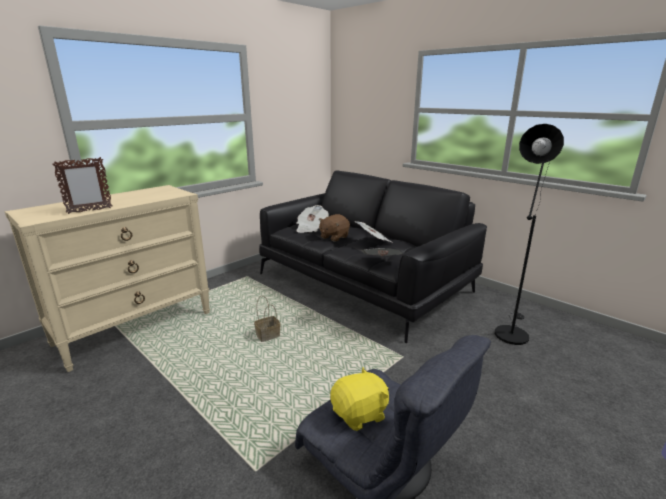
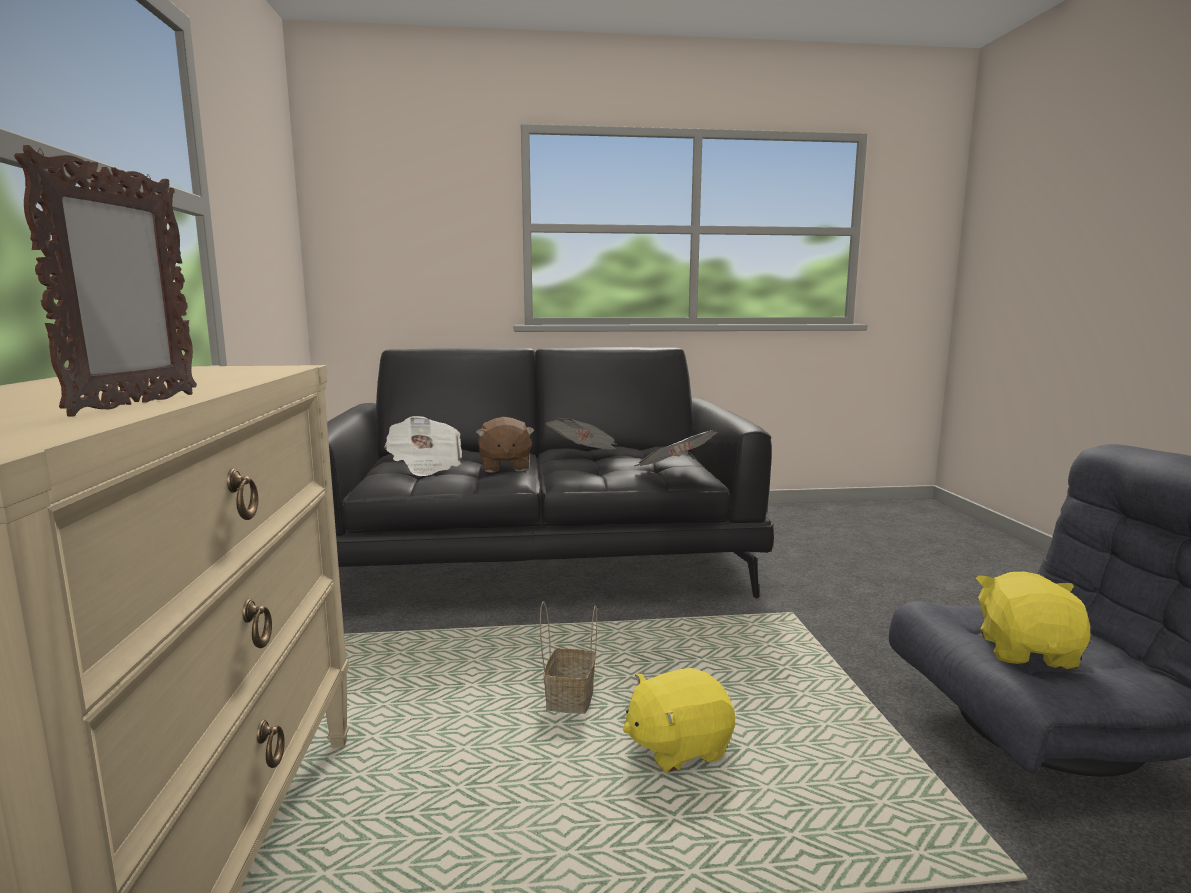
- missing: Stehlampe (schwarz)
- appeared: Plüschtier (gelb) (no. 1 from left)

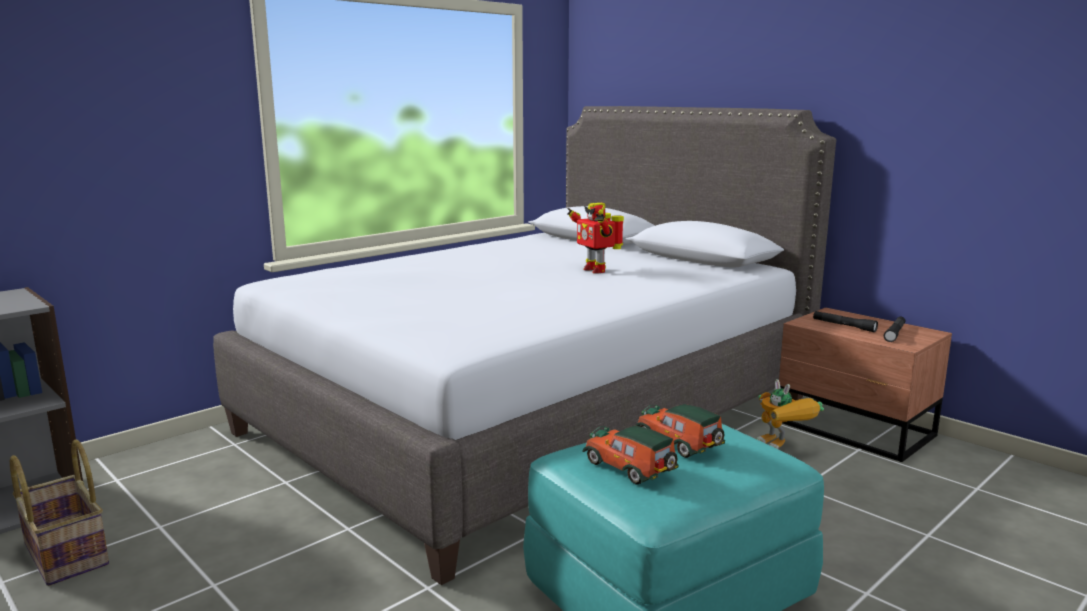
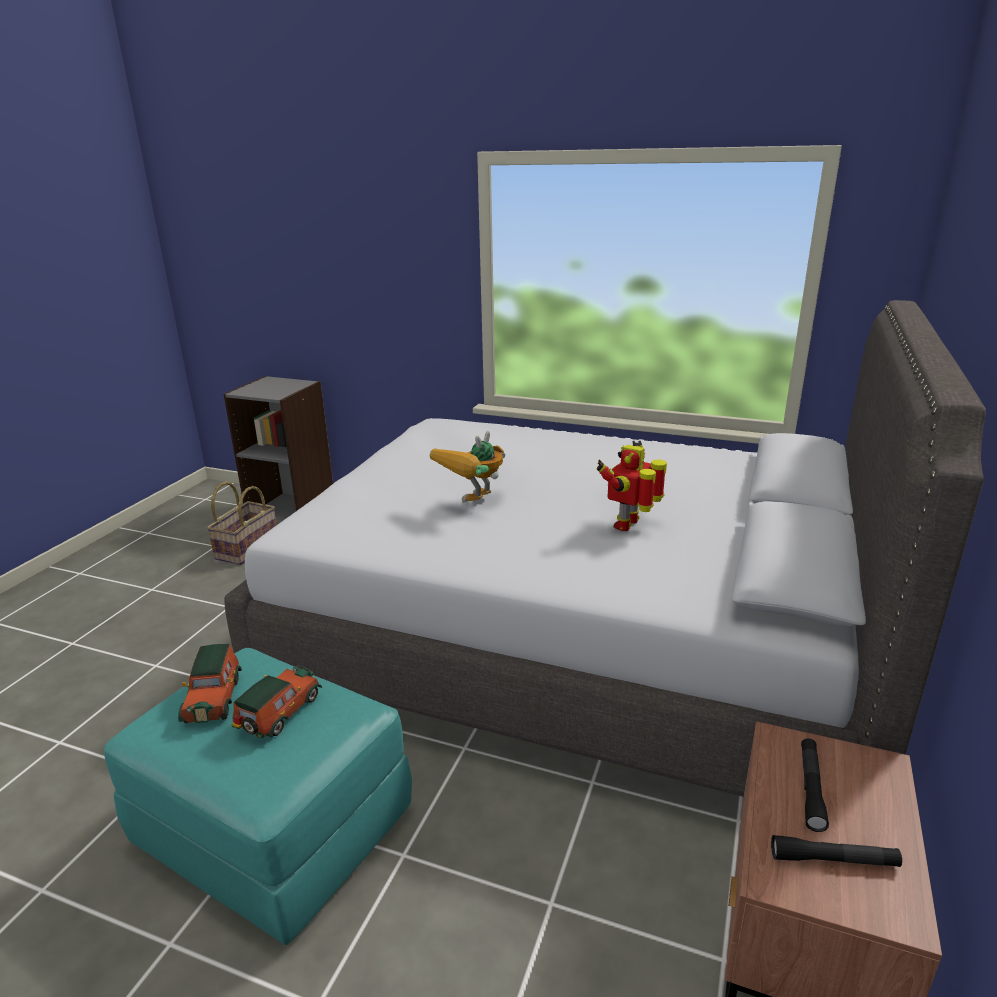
- spun: Spielzeugauto (no. 1 from left) 150 degrees clockwise
- relocated: Spielzeugroboter (no. 2 from left in the first image) to Spielzeugroboter (no. 1 from left)

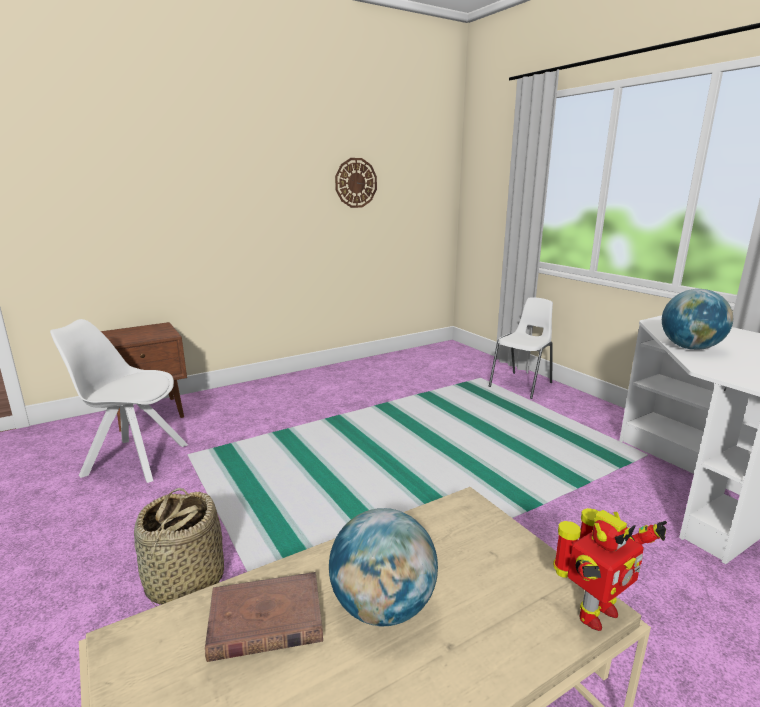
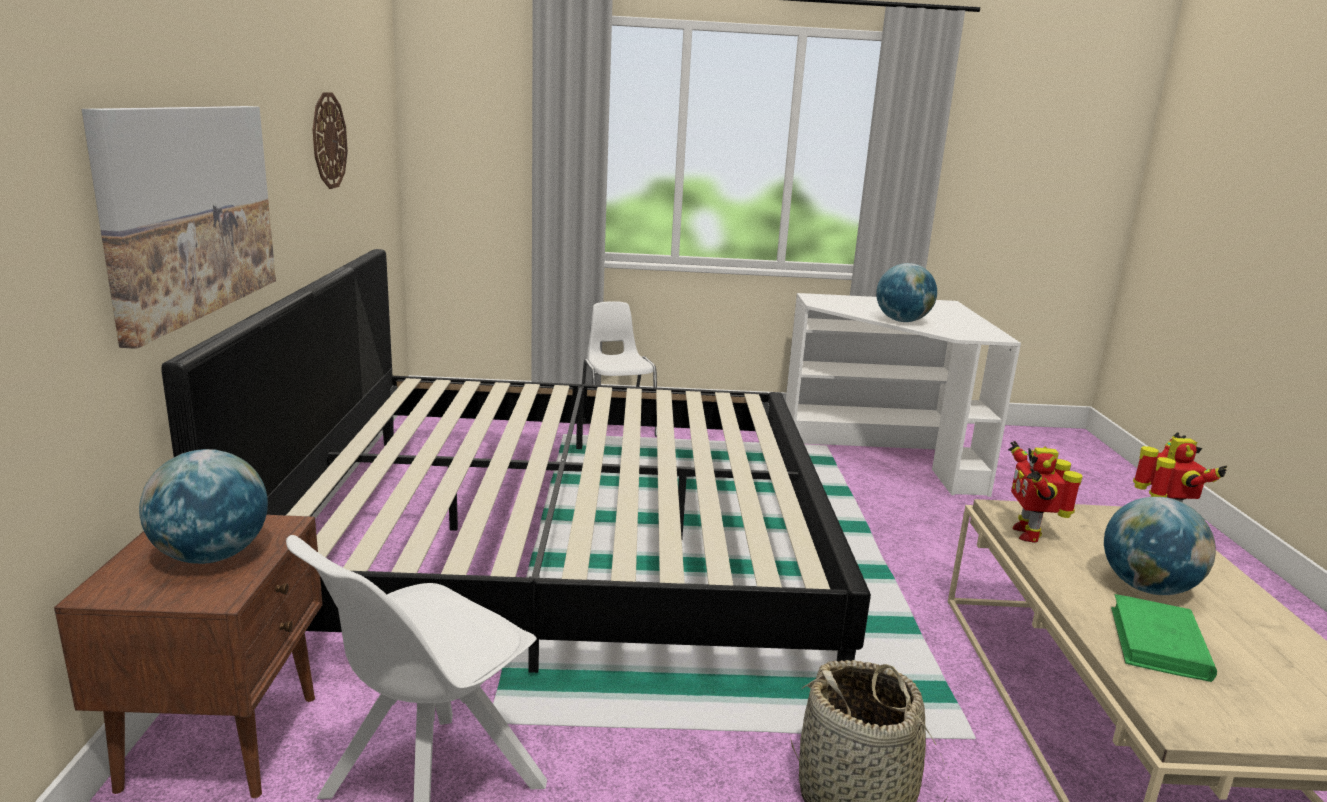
- colour: Buch (braun) to Buch (grün)
- appeared: Bild
- appeared: Globus (no. 1 from left)
- appeared: Bett
- appeared: Spielzeugroboter (no. 1 from left)

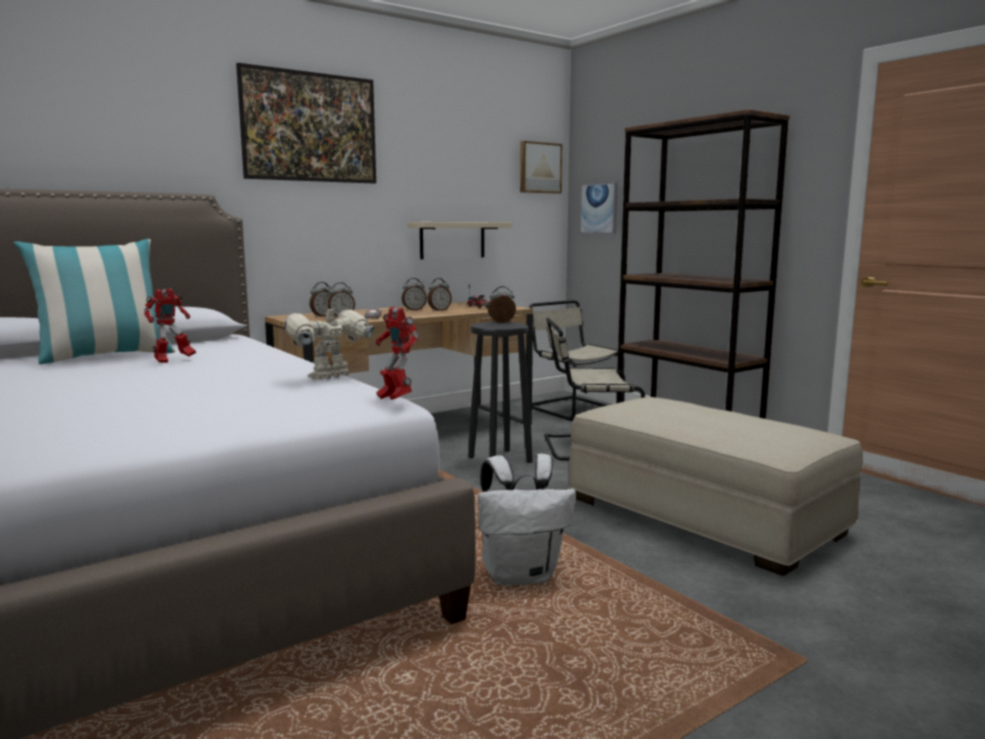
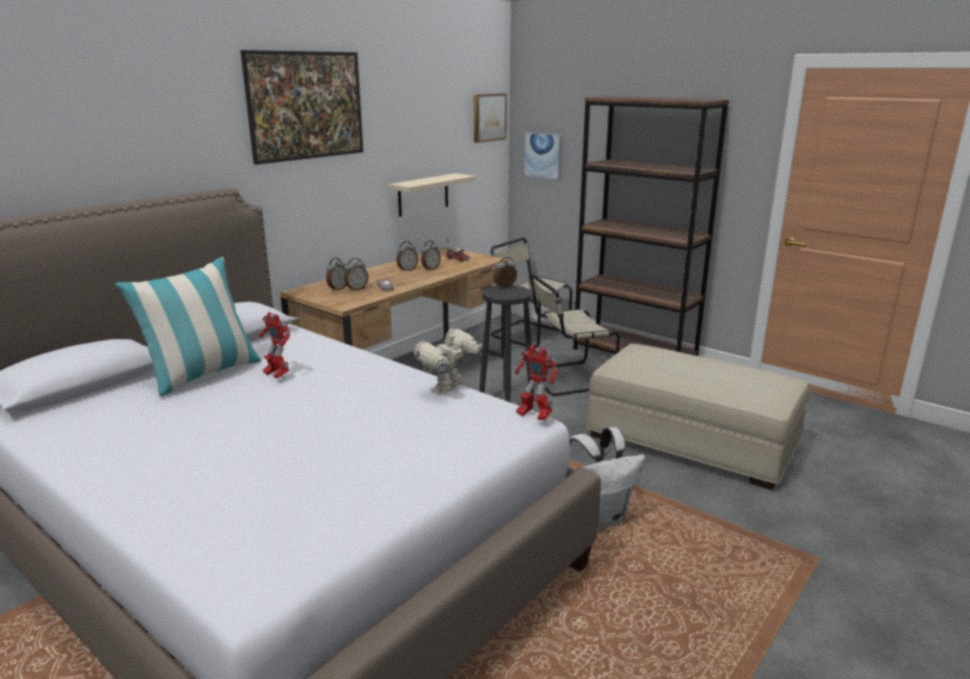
- spun: Spielzeugroboter (no. 1 from left) 105 degrees clockwise

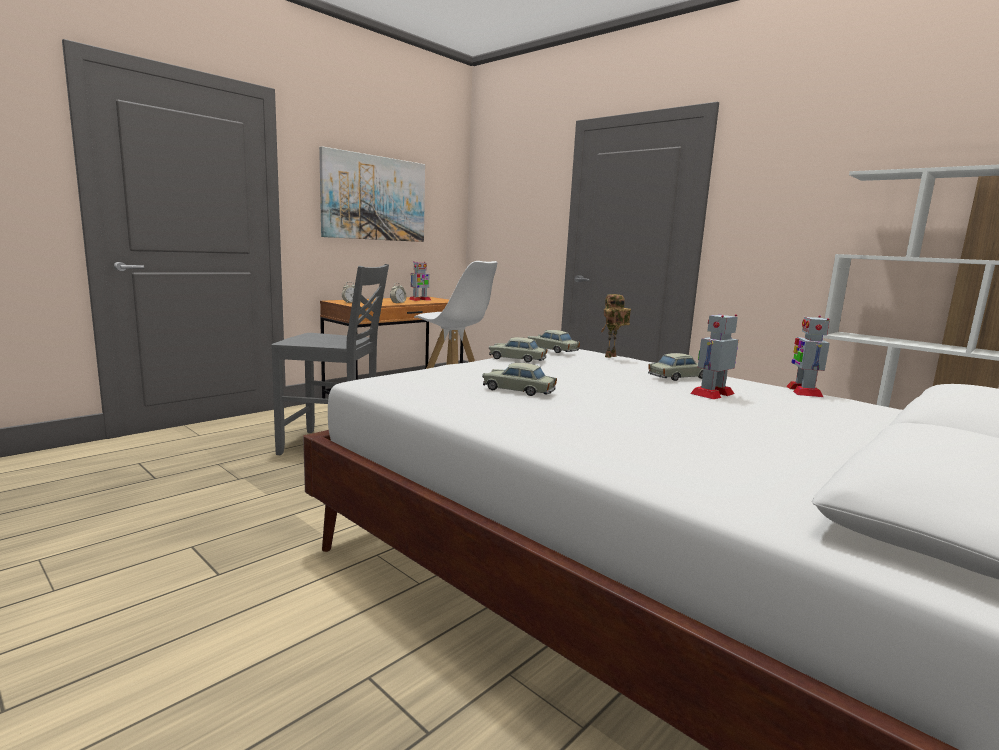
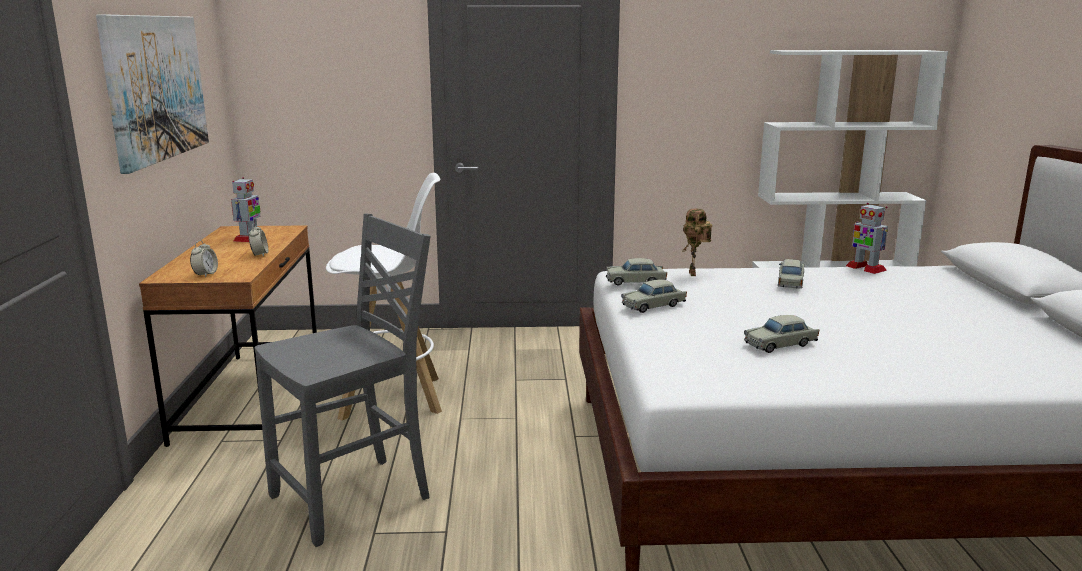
- missing: Spielzeugroboter (no. 3 from left)

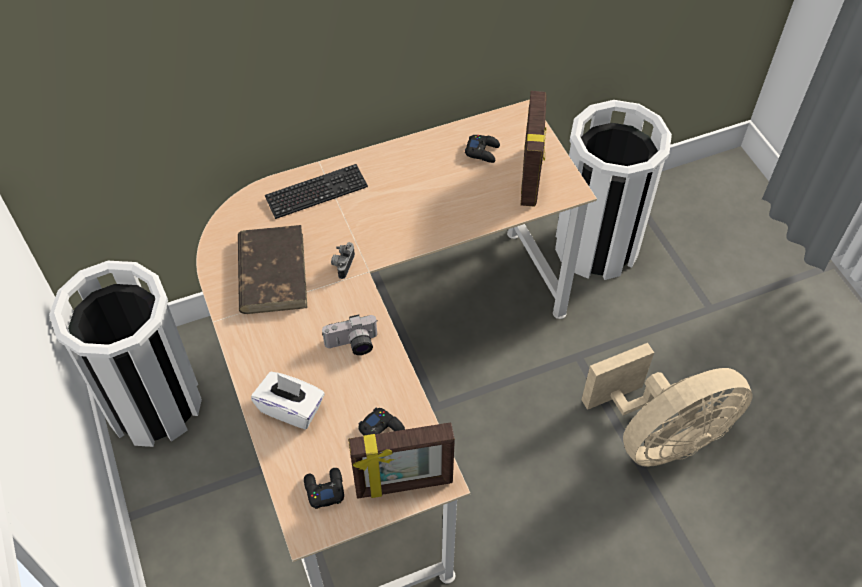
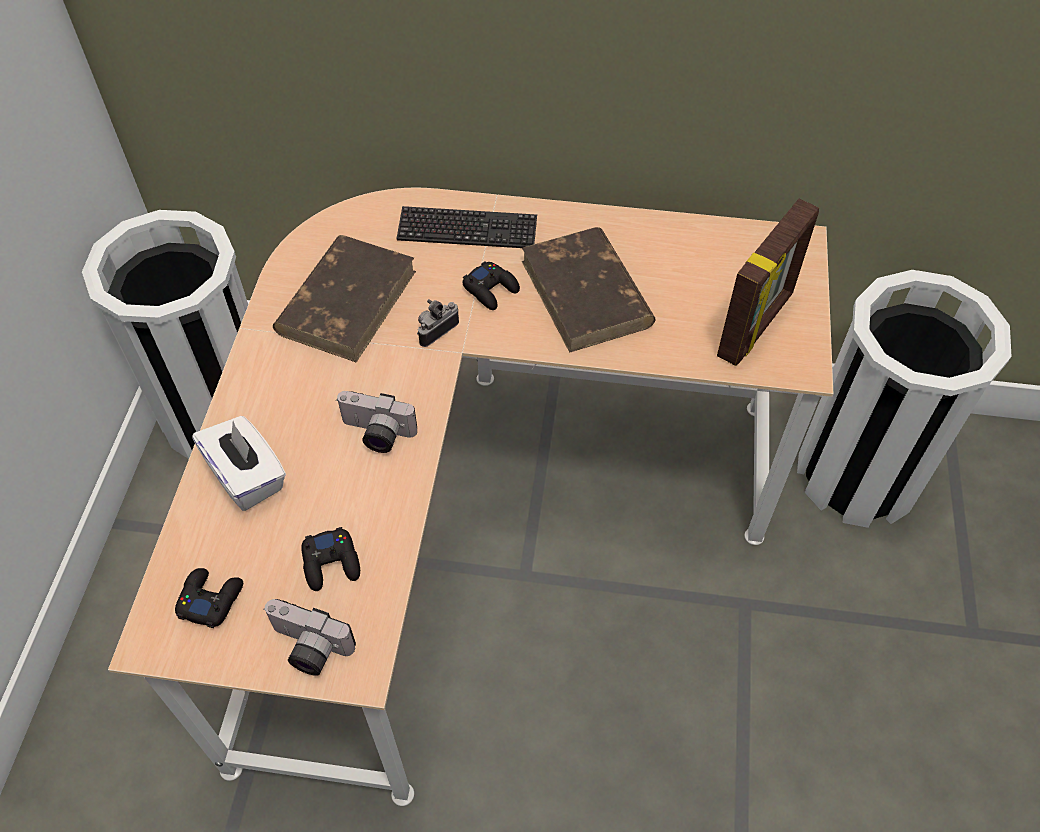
- exchanged: Bilderrahmen (no. 1 from left) to Kamera (no. 1 from left)
- relocated: Gamepad (schwarz) (no. 3 from left)
- missing: Ventilator (beige)
- appeared: Buch (braun) (no. 2 from left)

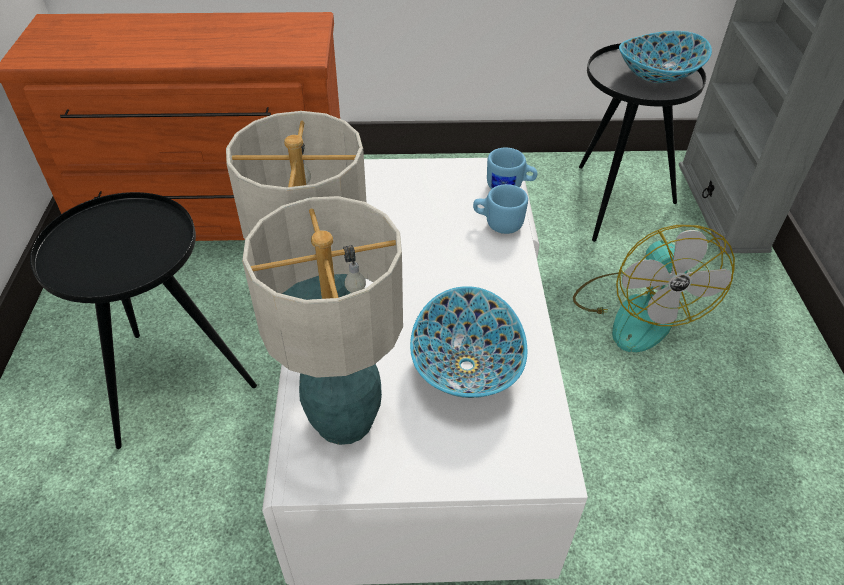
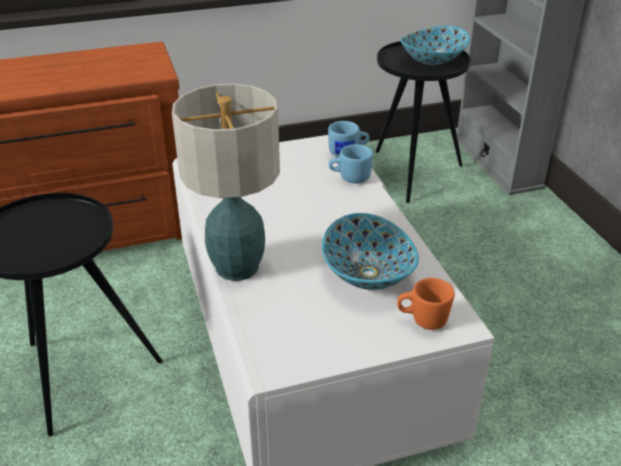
- missing: Tischlampe (no. 2 from left)
- missing: Ventilator
- appeared: Henkelbecher (orange)

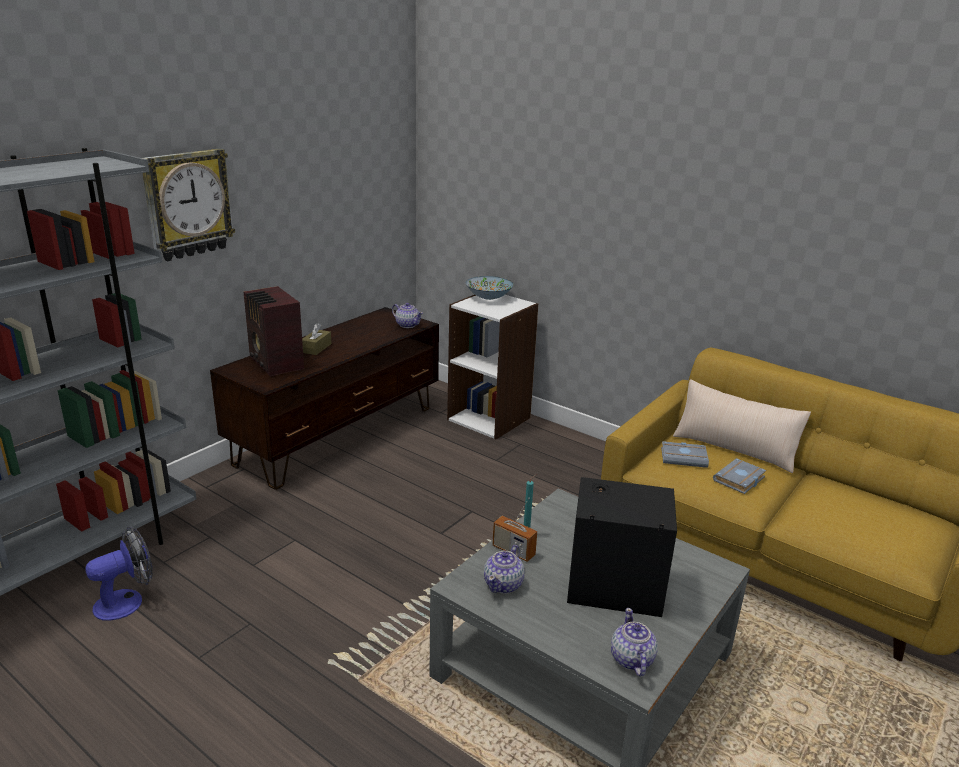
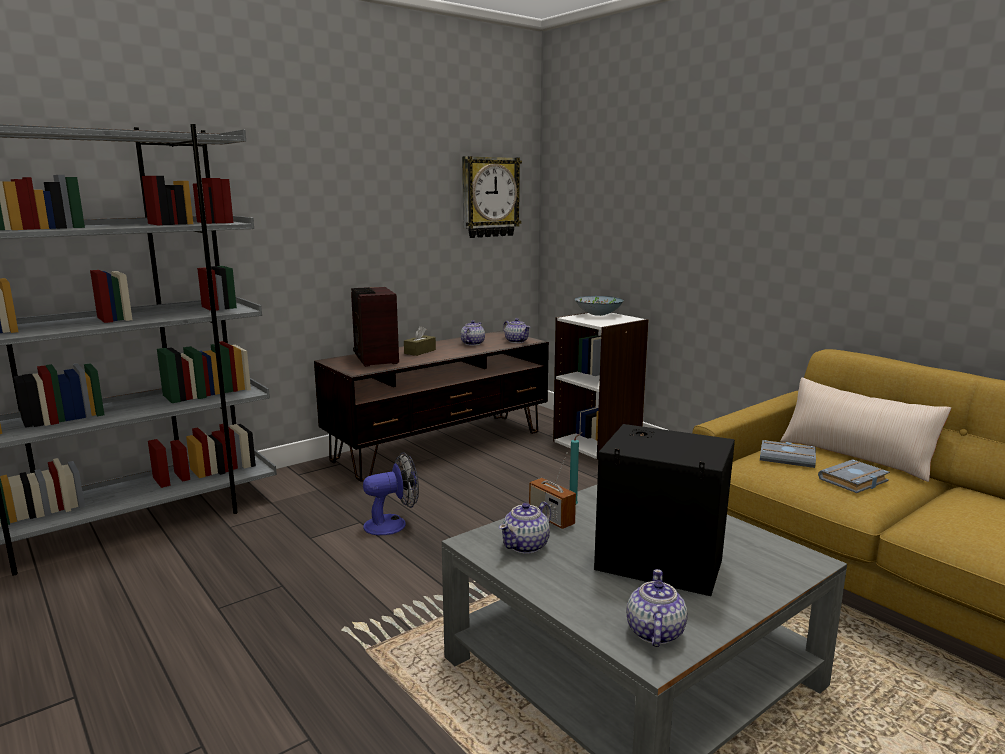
- relocated: Ventilator
- relocated: Wanduhr
- appeared: Teekanne (no. 1 from left)

